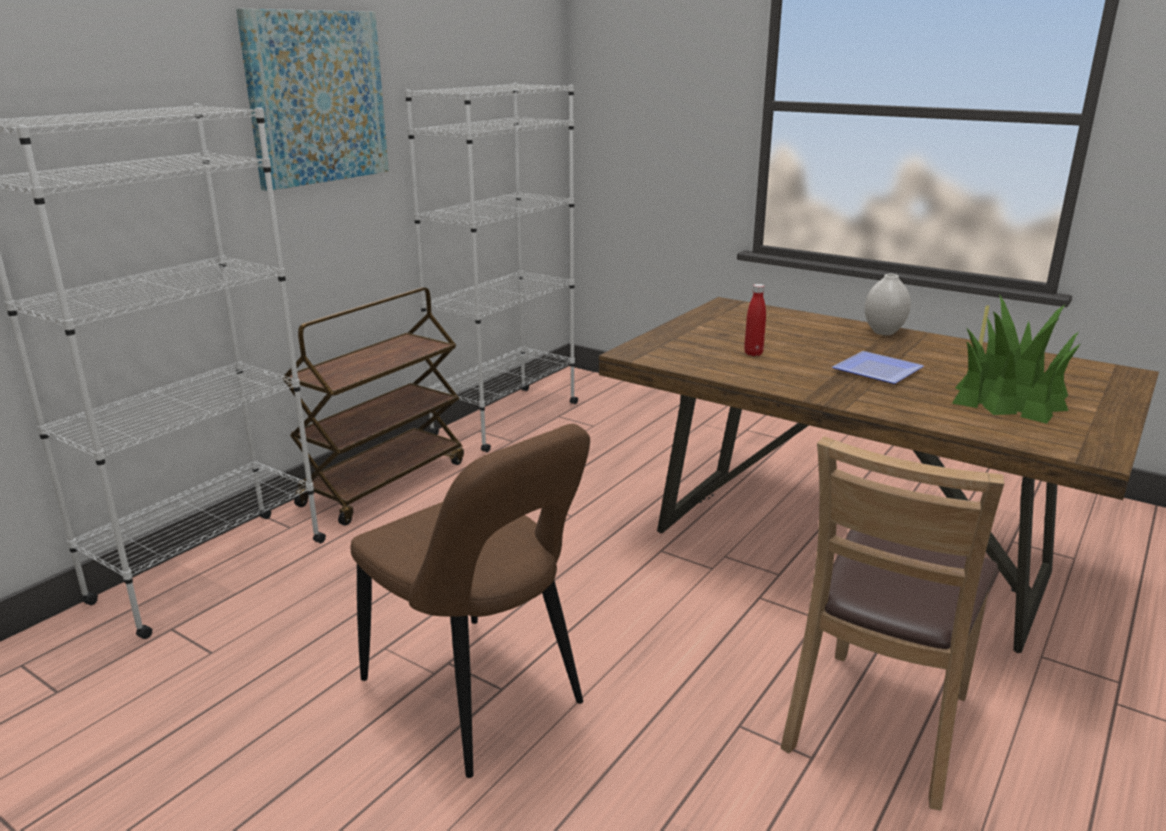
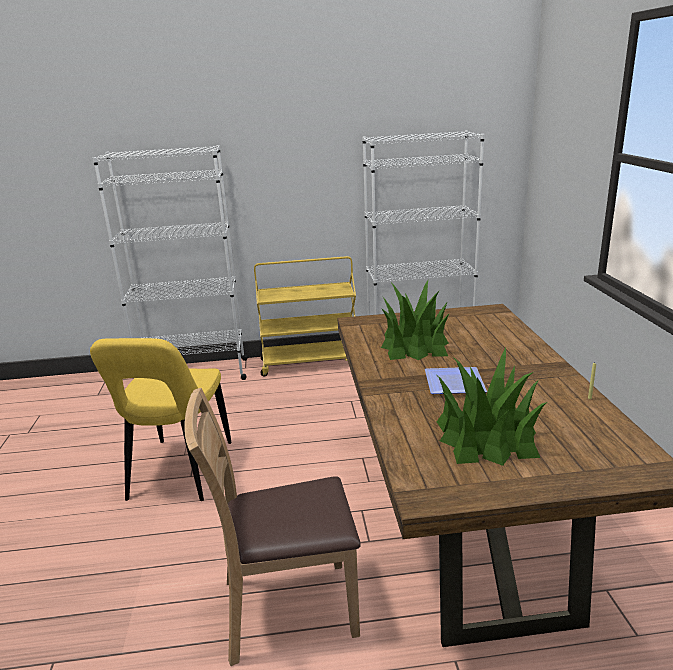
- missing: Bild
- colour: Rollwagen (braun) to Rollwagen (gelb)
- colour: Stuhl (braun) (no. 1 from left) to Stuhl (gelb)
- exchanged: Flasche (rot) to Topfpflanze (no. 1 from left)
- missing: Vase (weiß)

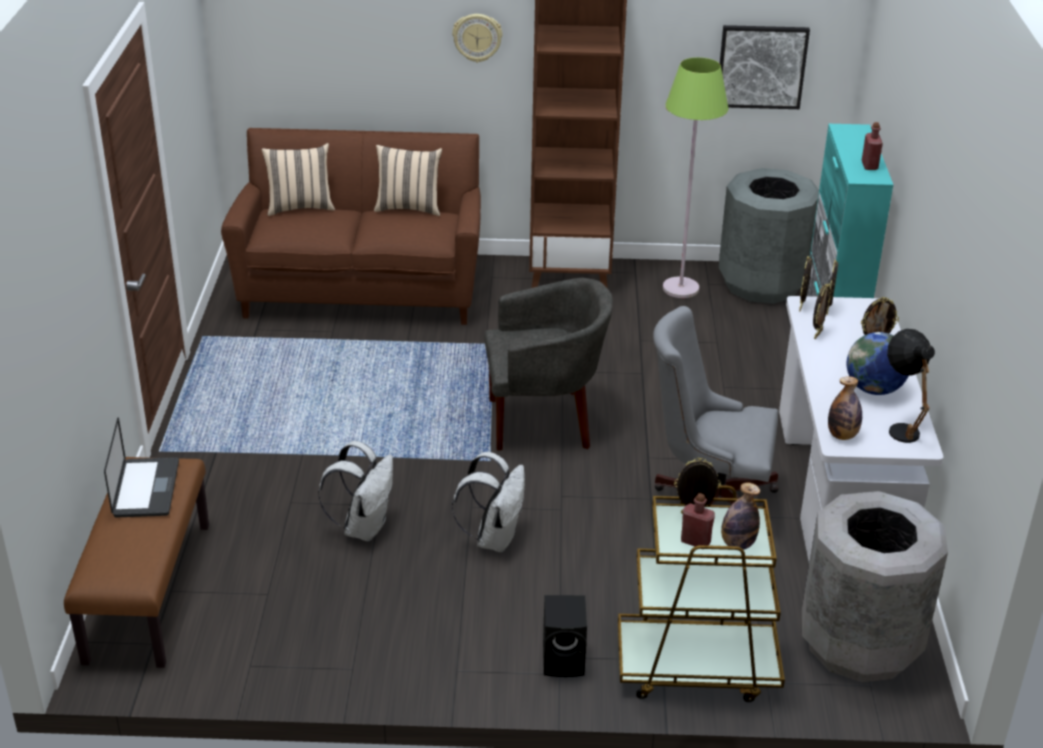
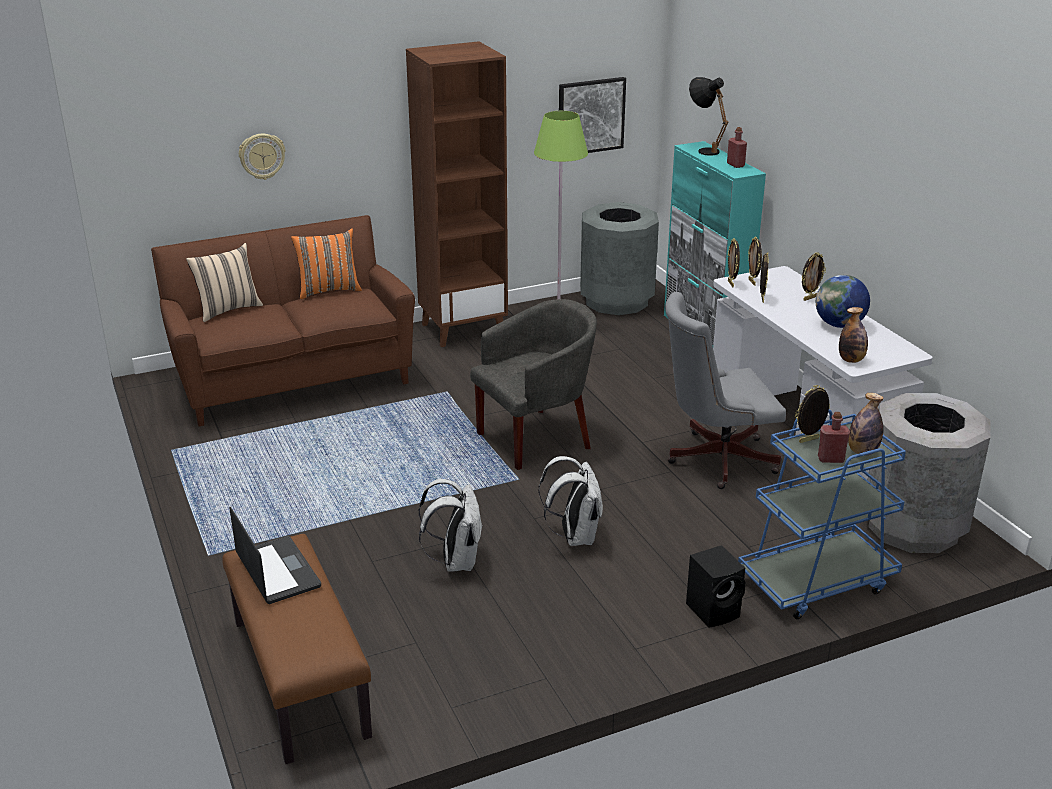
- colour: Kissen (beige) (no. 2 from left) to Kissen (orange)
- relocated: Wanduhr
- colour: Rollwagen (braun) to Rollwagen (blau)
- relocated: Tischlampe (schwarz)

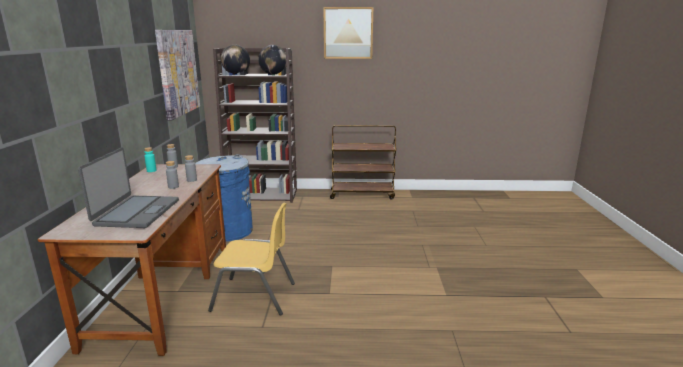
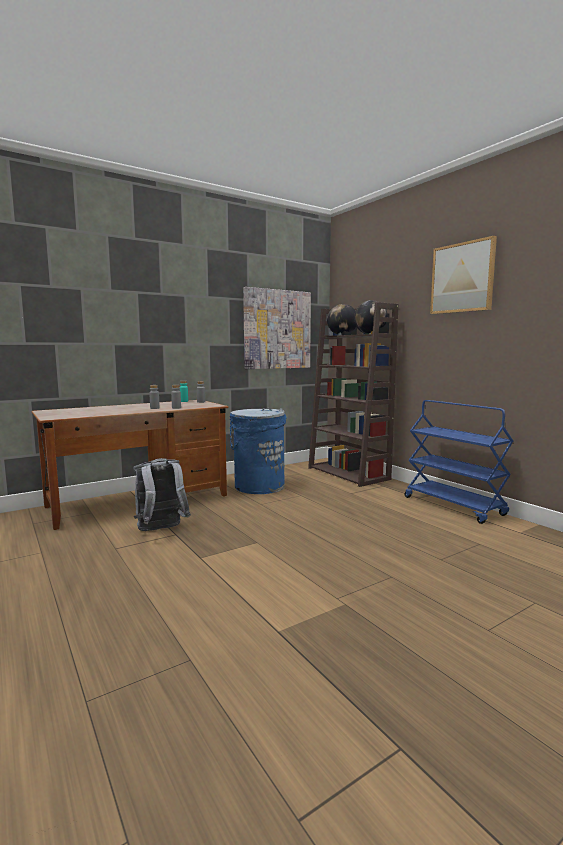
- missing: Laptop
- exchanged: Stuhl (gelb) to Rucksack (grau)
- colour: Rollwagen (braun) to Rollwagen (blau)

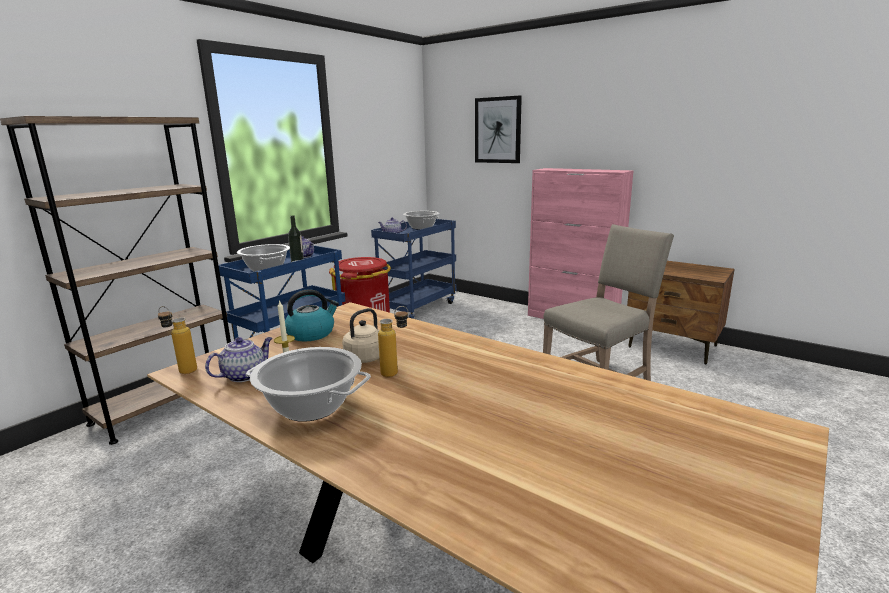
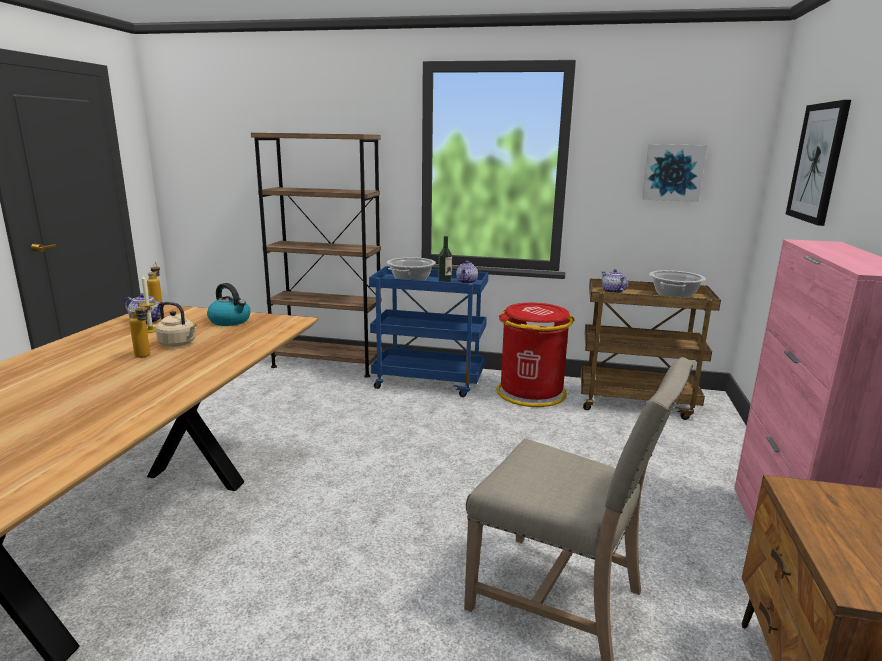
- missing: Kochtopf (no. 2 from left)
- colour: Rollwagen (blau) (no. 2 from left) to Rollwagen (braun)
- appeared: Bild (no. 1 from left)

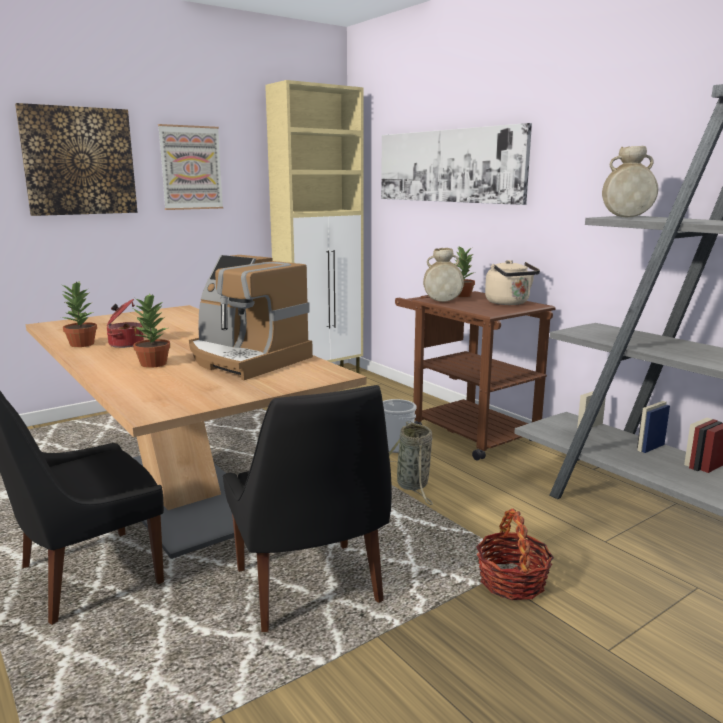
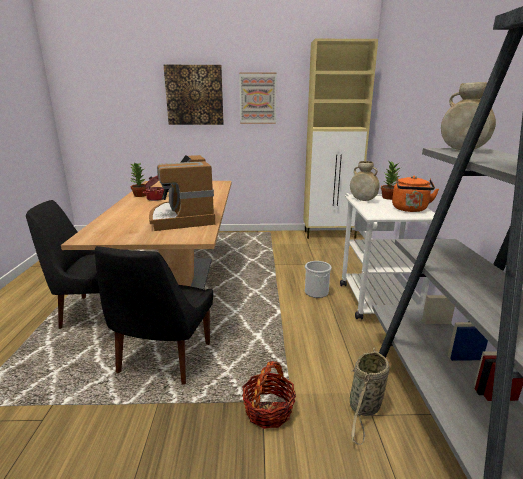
- missing: Topfpflanze (no. 2 from left)
- missing: Bild (no. 3 from left)
- relocated: Korb (no. 1 from left in the first image) to Korb (no. 2 from left)
- colour: Rollwagen (braun) to Rollwagen (weiß)
- colour: Wasserkessel (beige) to Wasserkessel (orange)

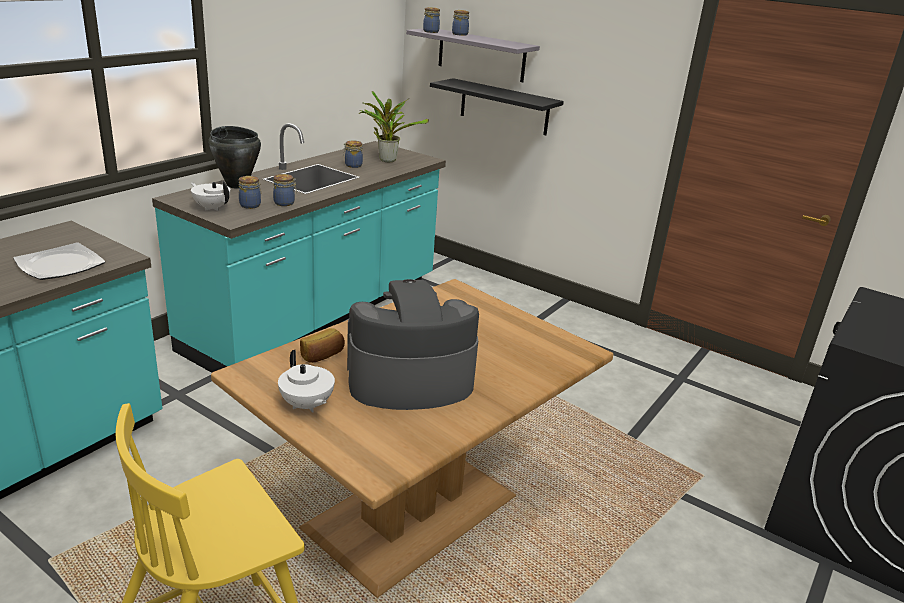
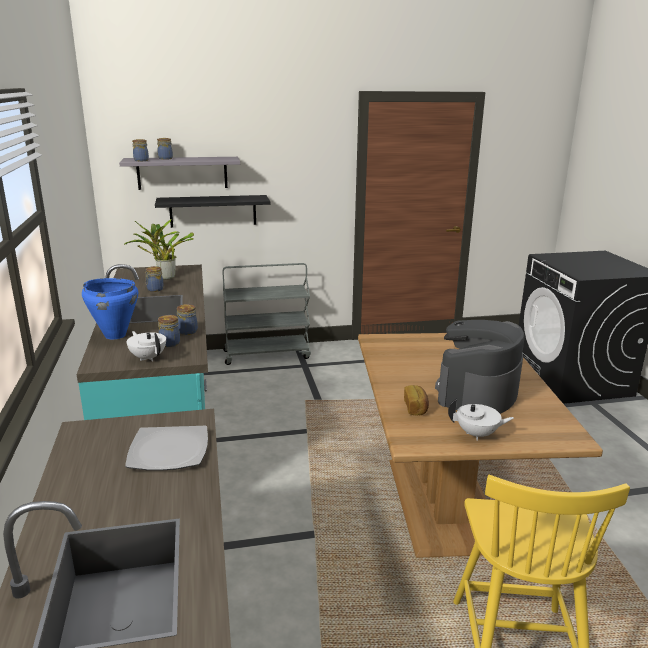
- spun: Teekanne (weiß) (no. 1 from left) 60 degrees clockwise
- colour: Kochtopf (schwarz) to Kochtopf (blau)
- appeared: Rollwagen (grau)

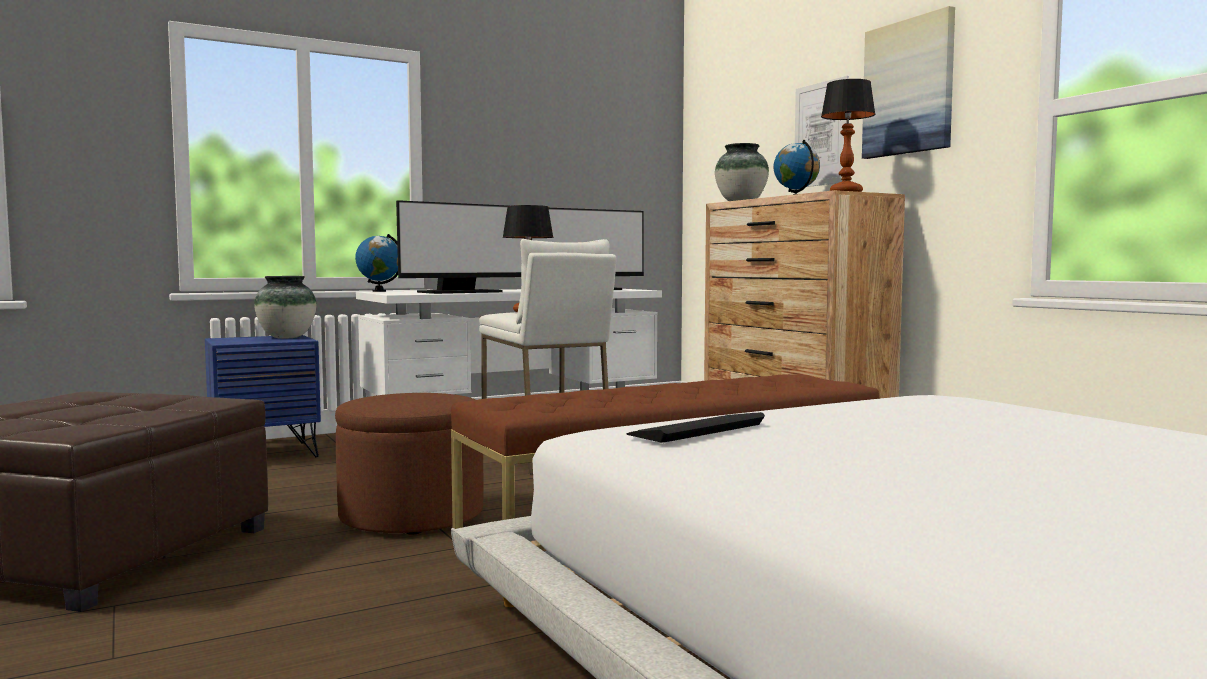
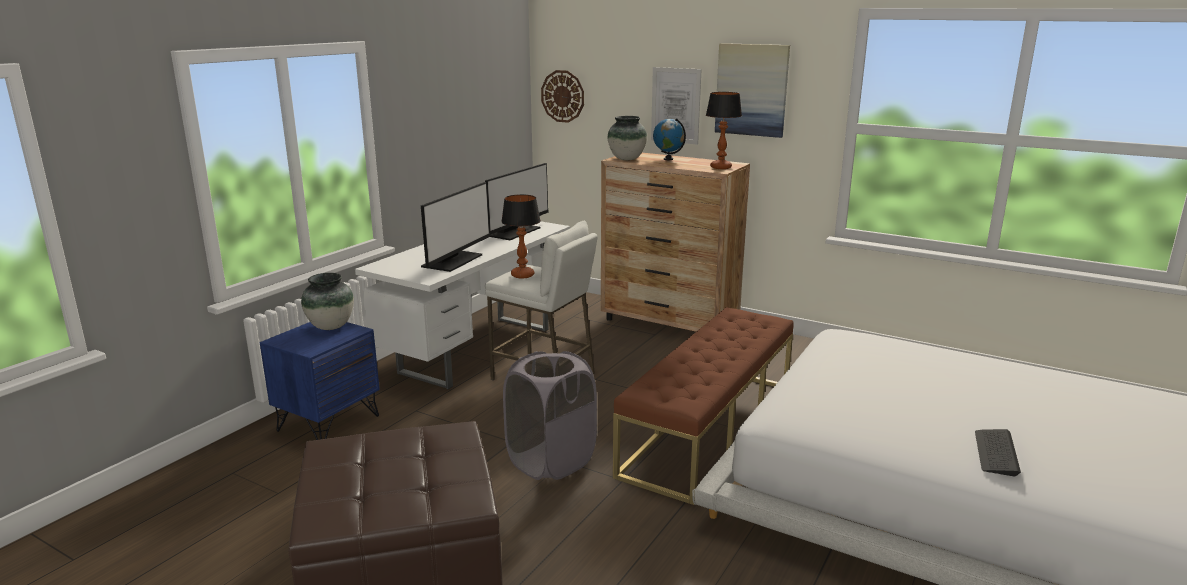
- exchanged: Polsterhocker (braun) (no. 2 from left) to Wäschekorb (grau)
- missing: Globus (no. 1 from left)
- relocated: Tastatur
- appeared: Wanduhr

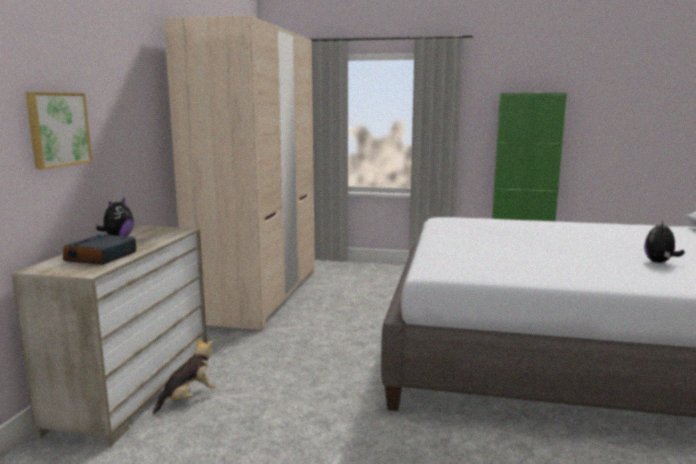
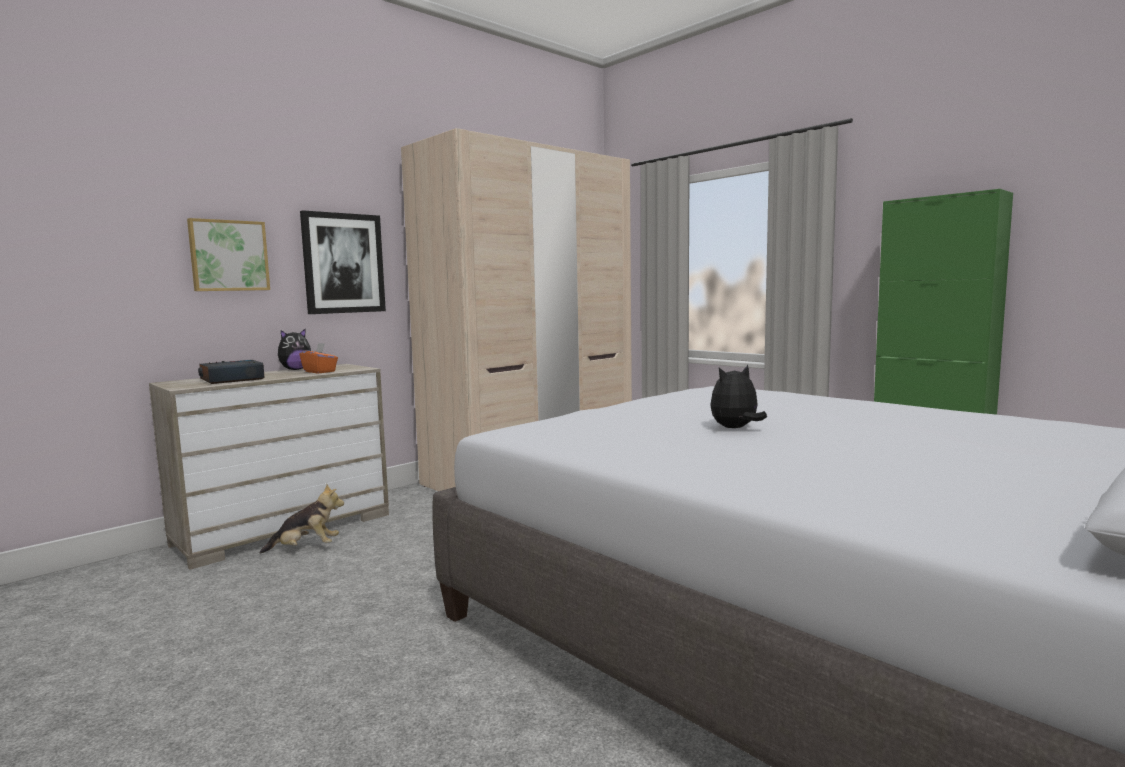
- relocated: Plüschtier (no. 3 from left)
- appeared: Bild (no. 2 from left)
- appeared: Taschentuchbox (orange)

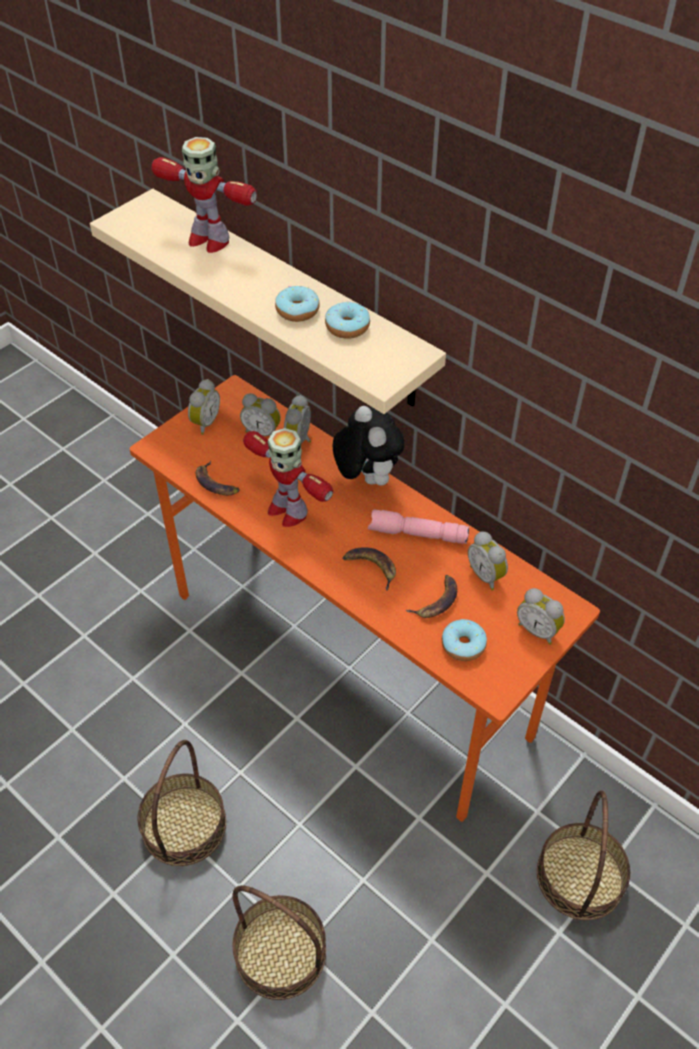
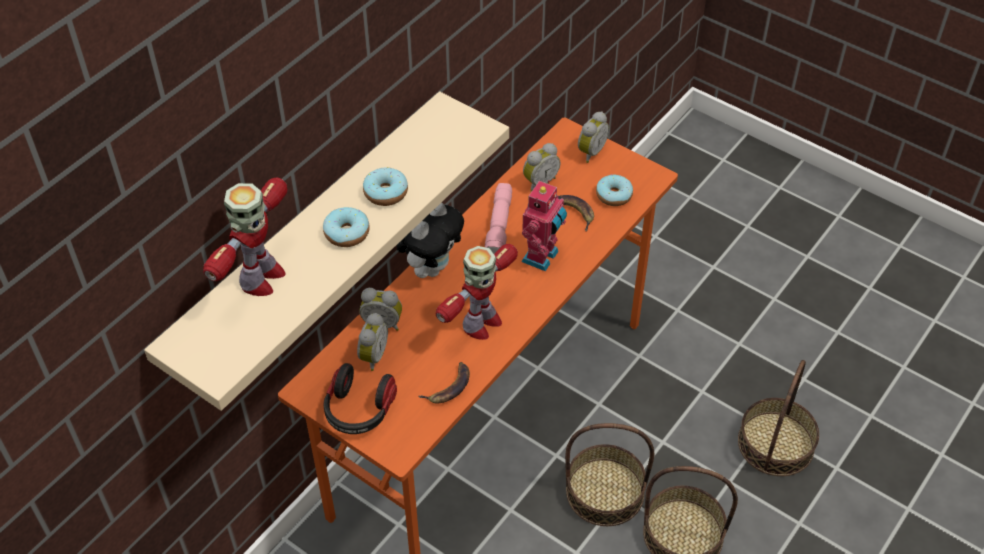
- exchanged: Wecker (no. 1 from left) to Kopfhörer
- relocated: Donut (no. 2 from left in the first image) to Donut (no. 1 from left)
- spun: Plüschtier 150 degrees clockwise
- exchanged: Banane (no. 2 from left) to Spielzeugroboter (no. 3 from left)
- relocated: Korb (no. 3 from left in the first image) to Korb (no. 1 from left)

